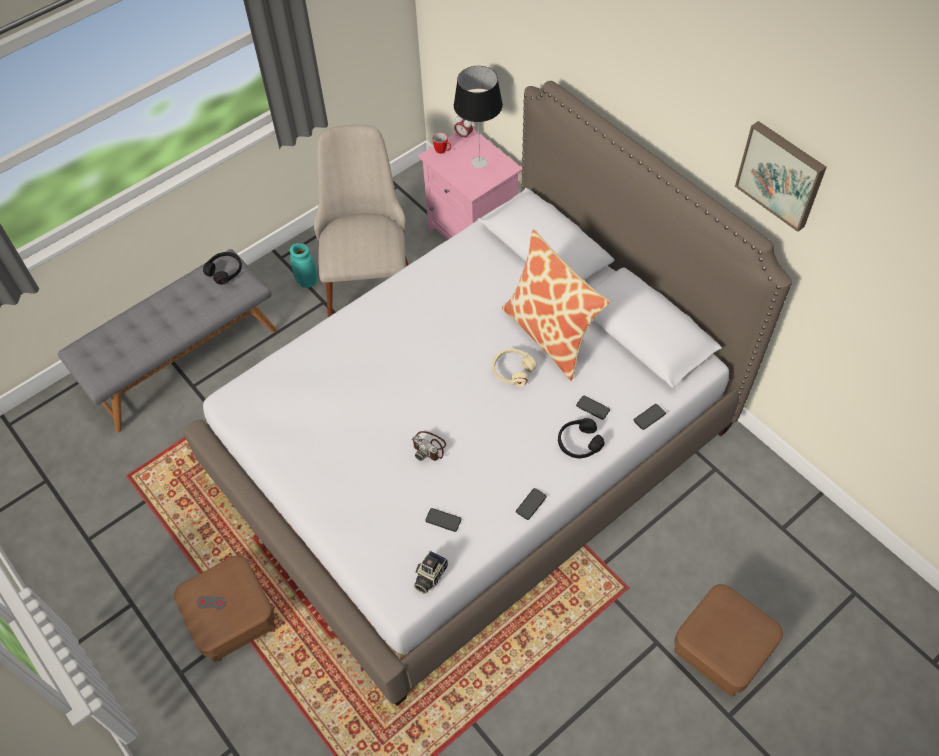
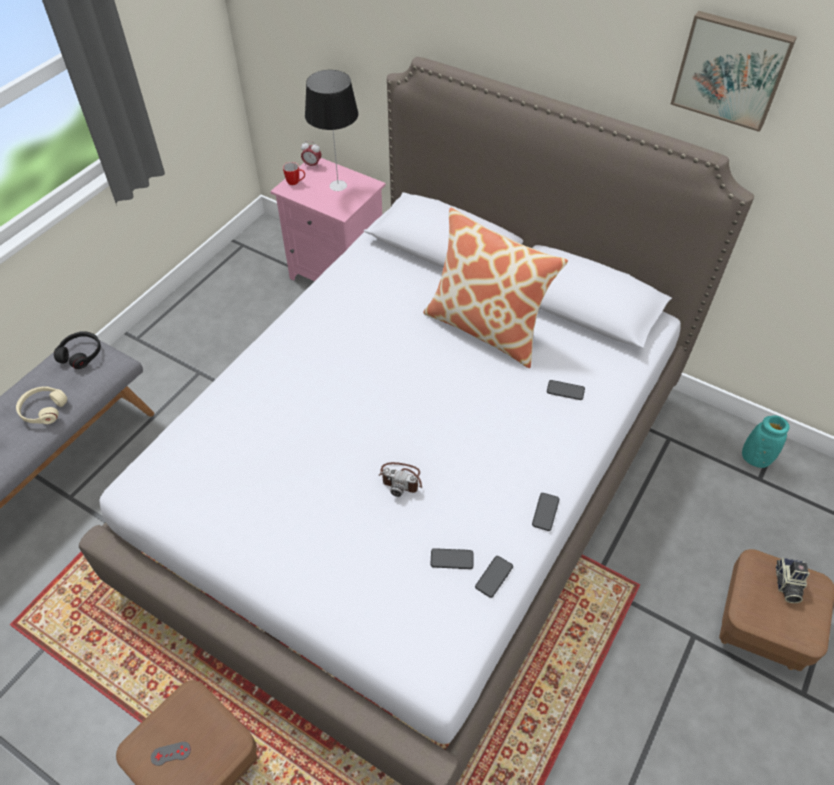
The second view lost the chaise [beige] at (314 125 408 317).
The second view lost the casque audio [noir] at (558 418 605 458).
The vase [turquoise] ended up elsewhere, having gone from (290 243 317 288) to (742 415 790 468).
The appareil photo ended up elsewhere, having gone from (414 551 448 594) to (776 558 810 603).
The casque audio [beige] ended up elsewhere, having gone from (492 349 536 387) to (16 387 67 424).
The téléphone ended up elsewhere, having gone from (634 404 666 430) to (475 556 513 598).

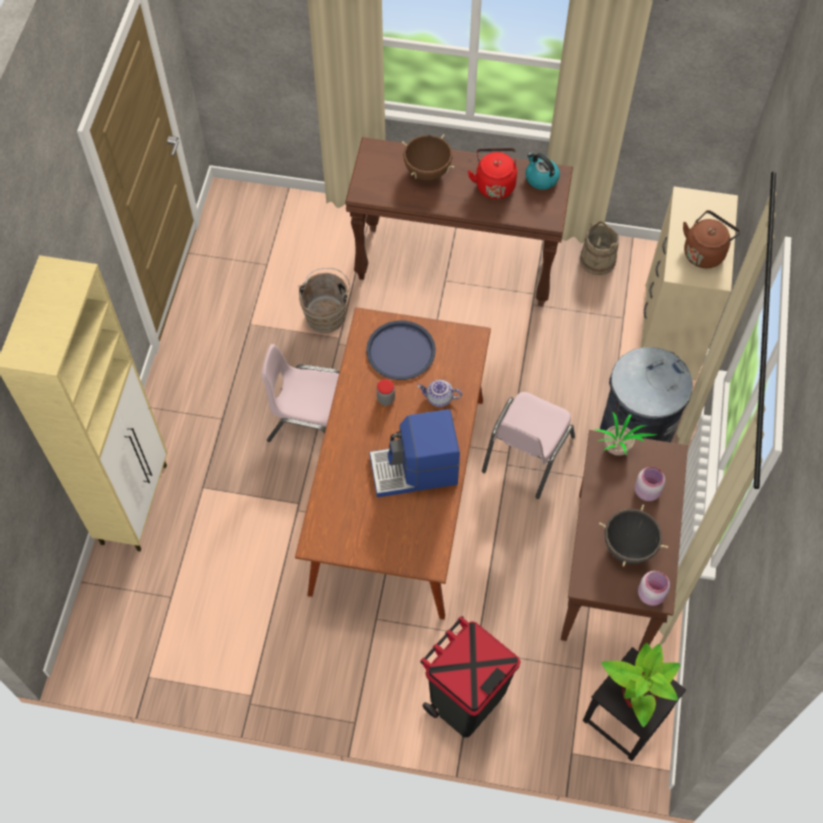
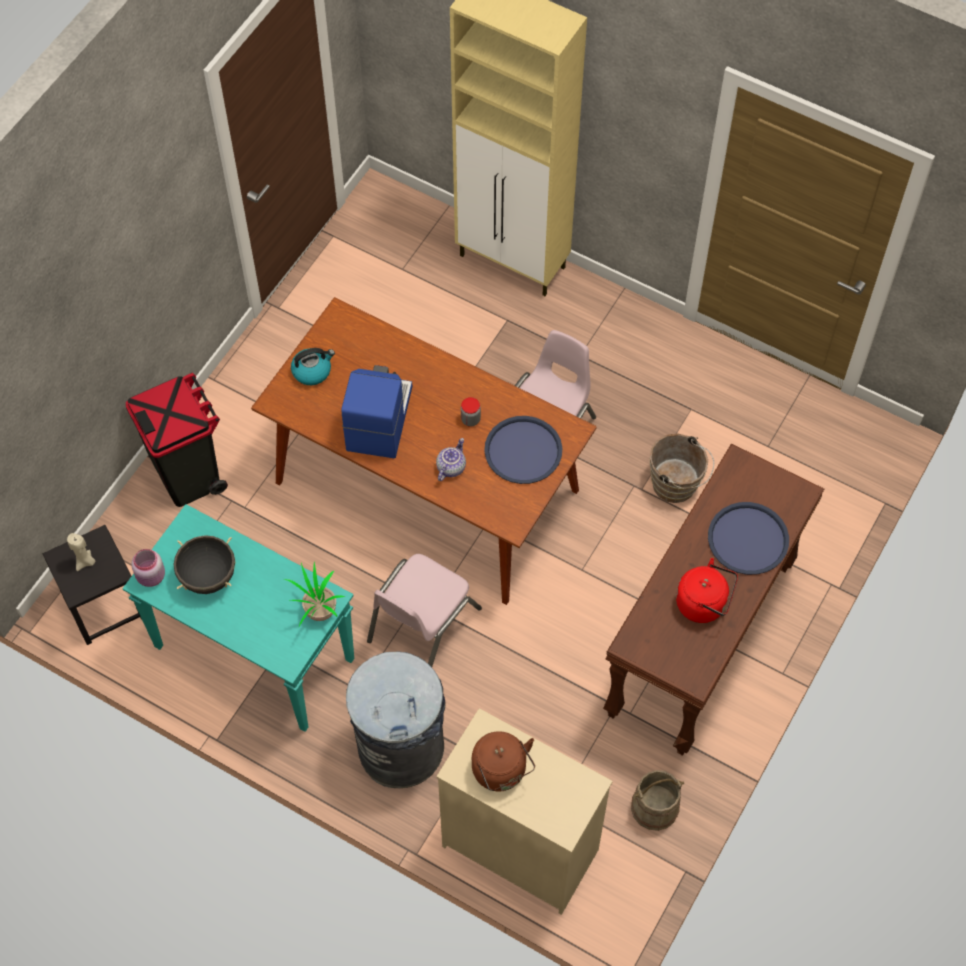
The second view lost the bocal [rose] at (635 467 665 501).
The bouilloire ended up elsewhere, having gone from (525 152 560 190) to (291 348 335 385).
Where the marmite [marron] stood at (402 134 454 180), the plateau [bleu] came to stand at (708 502 789 575).
Where the plante en pot stood at (601 643 680 727), the bougie [beige] came to stand at (67 533 95 571).
What was the table console [marron] at (561 430 688 652) turned into the table console [turquoise] at (122 504 354 732).
The chaise [rose] at (482 392 575 499) ended up facing another way, 105 degrees counterclockwise from before.

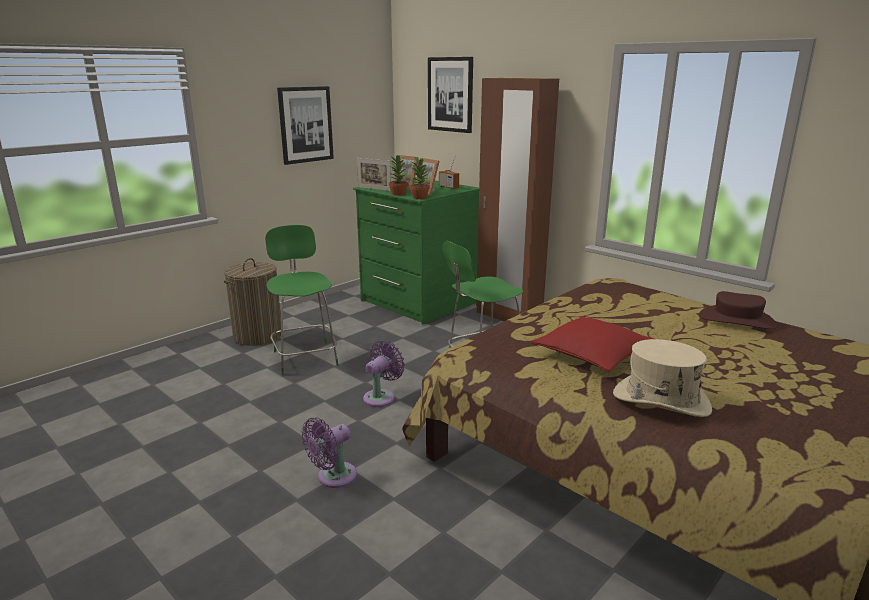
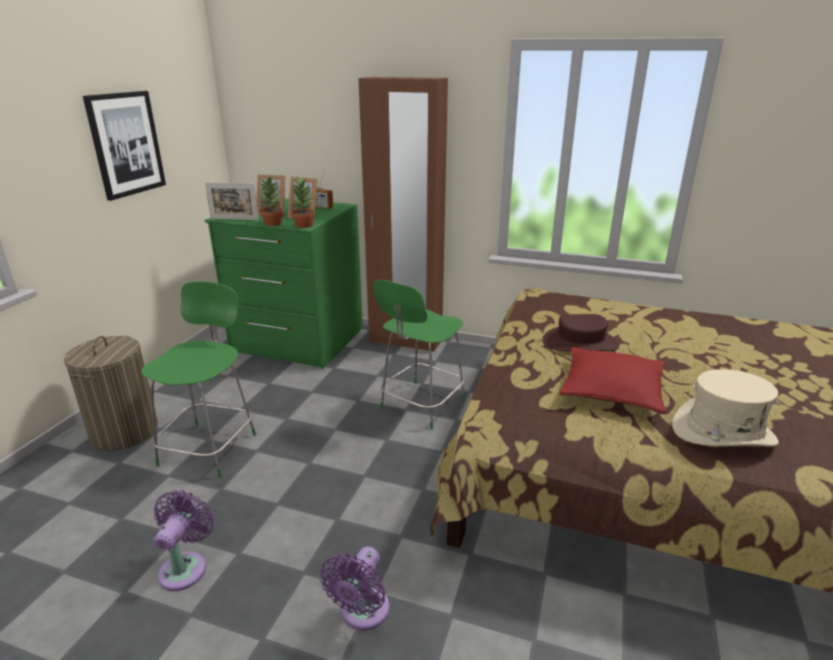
The second view lost the tableau at (428 57 473 133).
The ventilateur [violet] ended up elsewhere, having gone from (363 340 405 407) to (154 490 214 591).
The chapeau [marron] ended up elsewhere, having gone from (699 291 777 329) to (542 314 619 351).
The chaise [vert] at (265 225 339 375) ended up facing another way, 60 degrees clockwise from before.

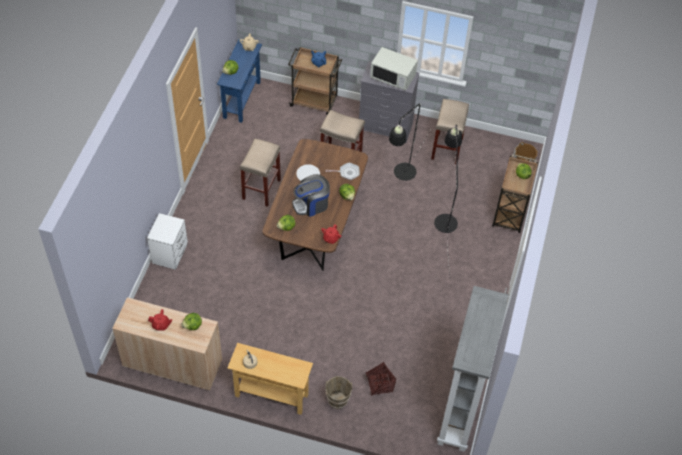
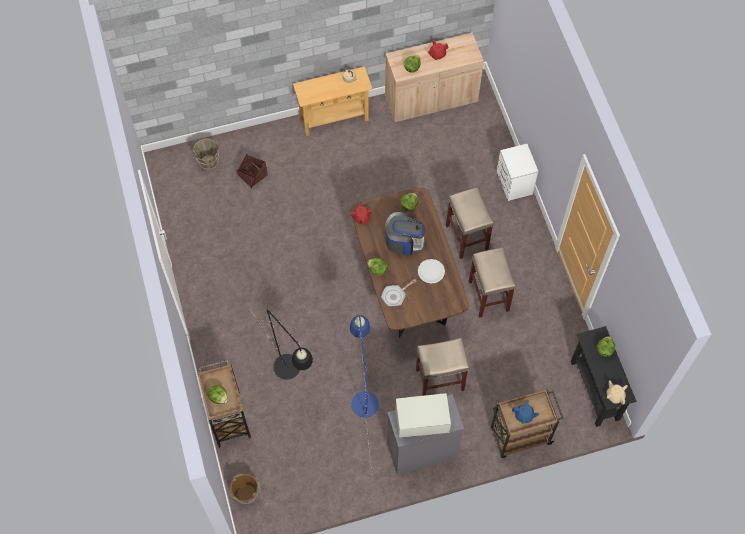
The second view lost the bibliothèque [gris] at (437 286 509 452).
The seau [marron] ended up elsewhere, having gone from (325 376 352 409) to (193 139 219 171).
The tabouret [beige] ended up elsewhere, having gone from (431 99 469 164) to (446 187 494 259).
What was the table console [bleu] at (217 39 262 123) turned into the table console [noir] at (571 326 636 427).
What was the lampadaire [noir] at (389 104 430 181) turned into the lampadaire [bleu] at (350 315 379 479).
The machine à café at (292 174 330 217) ended up facing another way, 60 degrees clockwise from before.

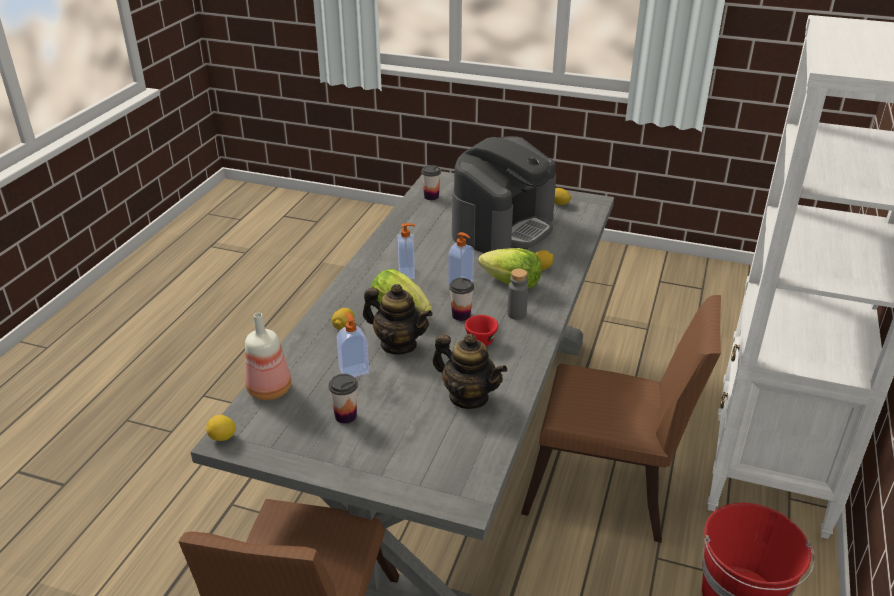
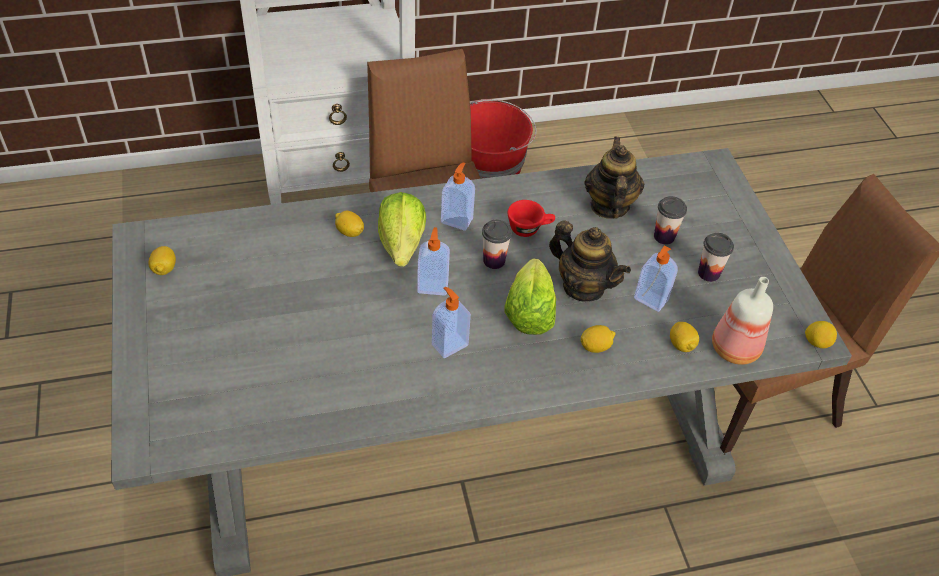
The second view lost the machine à café at (452 136 556 253).
The second view gained the citron at (670 322 699 352).
The tasse ended up elsewhere, having gone from (421 165 441 200) to (654 196 687 245).
Where the bouteille [gris] stood at (507 269 528 320), the distributeur de savon came to stand at (441 162 475 231).
The théière at (363 284 433 355) ended up facing another way, 135 degrees clockwise from before.

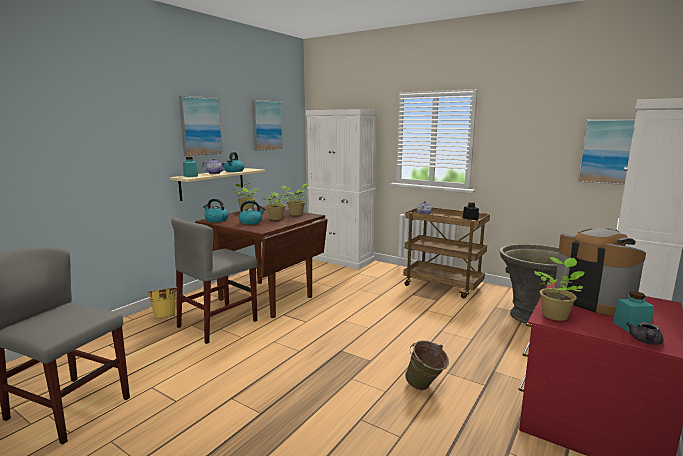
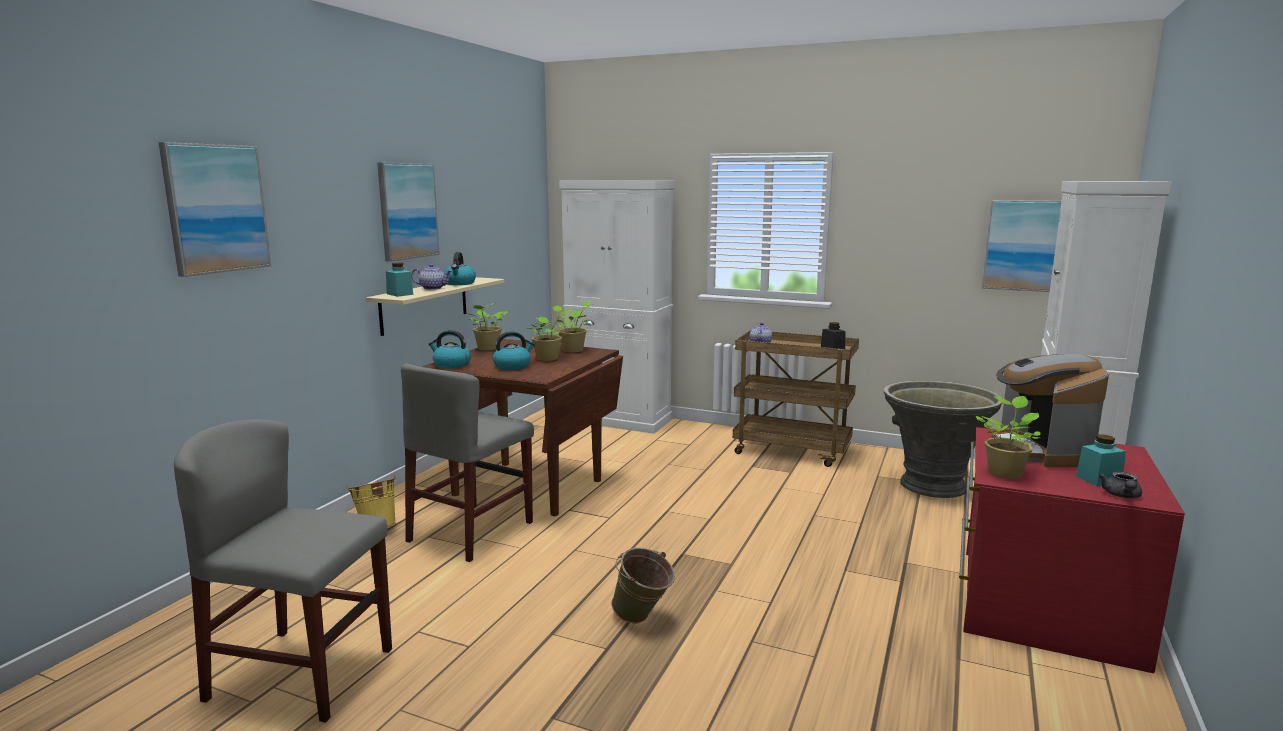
The tableau ended up elsewhere, having gone from (252 100 283 151) to (158 142 271 277).
The seau [vert] ended up elsewhere, having gone from (405 340 449 390) to (611 547 675 623).
The machine à café at (554 228 646 316) ended up facing another way, 135 degrees counterclockwise from before.

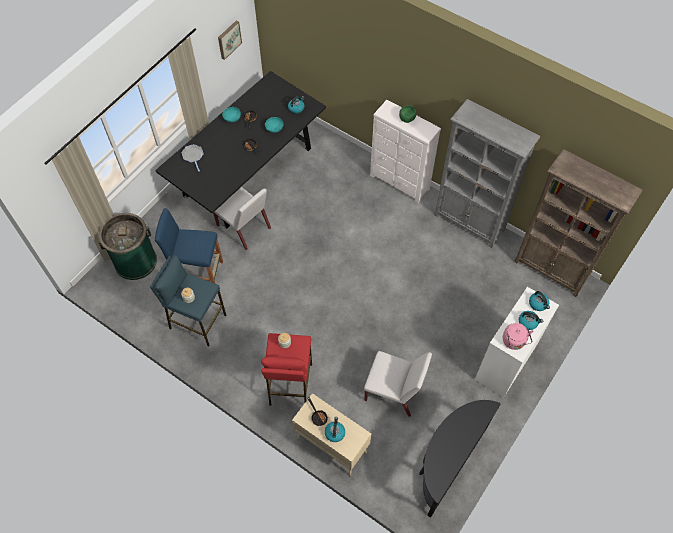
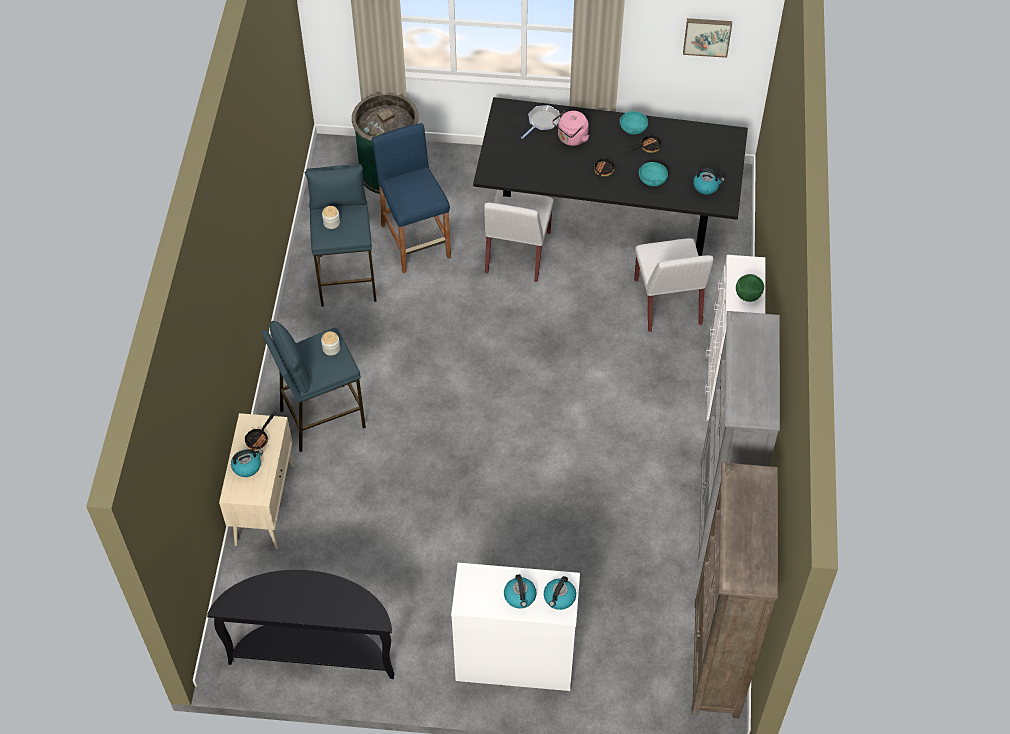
The chaise [blanc] ended up elsewhere, having gone from (364 351 432 417) to (634 238 713 332).
The bouilloire [rose] ended up elsewhere, having gone from (503 323 533 350) to (552 111 589 146).
What was the tabouret [rouge] at (261 333 312 406) turned into the tabouret [bleu] at (262 321 366 452).

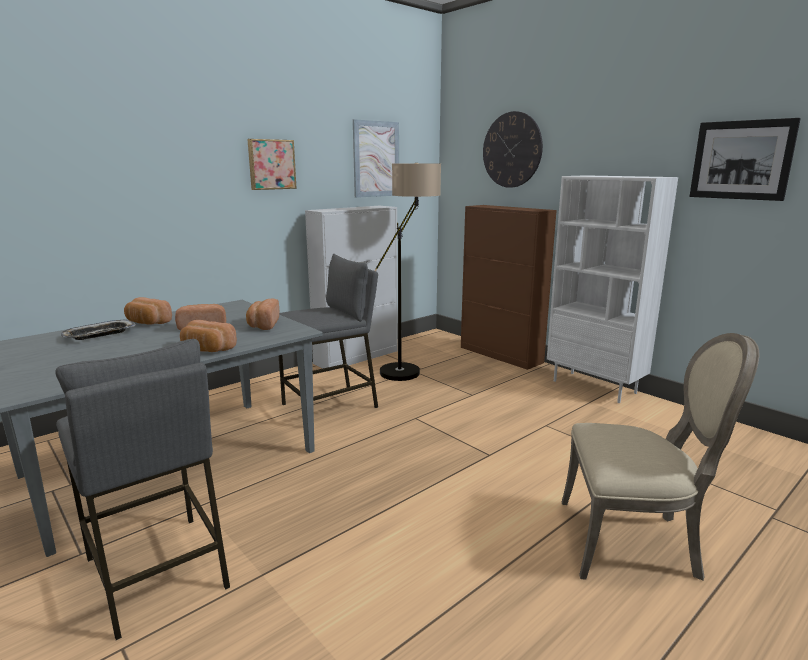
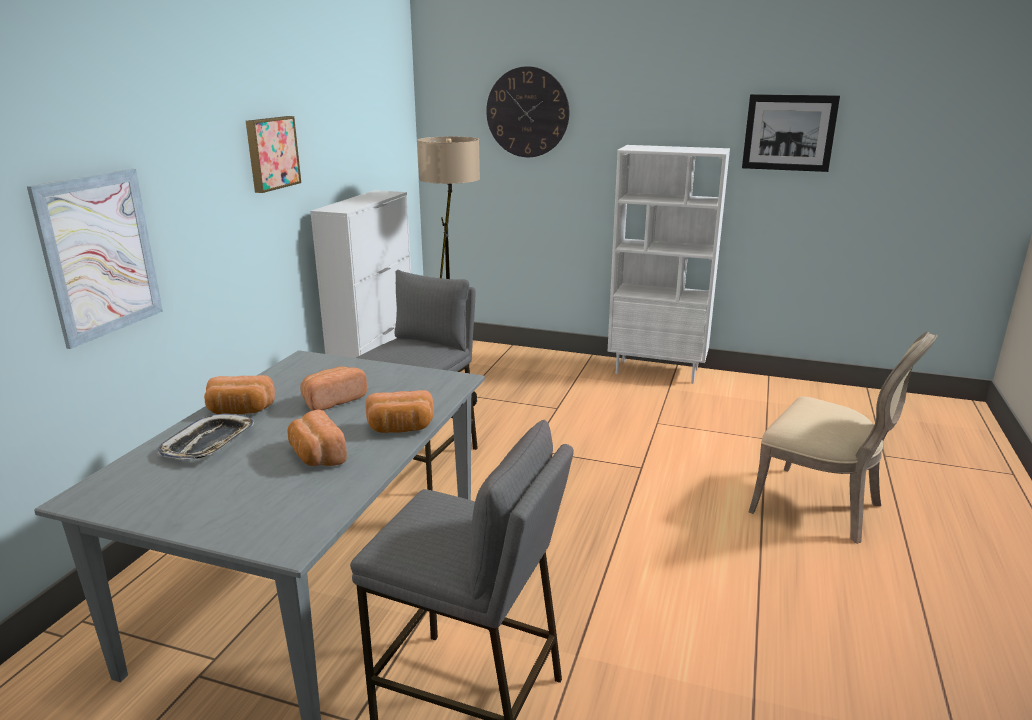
The second view lost the meuble de rangement [marron] at (461 205 557 370).
The pain ended up elsewhere, having gone from (246 299 279 330) to (287 410 347 466).
The tableau ended up elsewhere, having gone from (353 119 399 198) to (27 169 163 349).
The chaise [beige] at (562 333 759 580) ended up facing another way, 60 degrees clockwise from before.

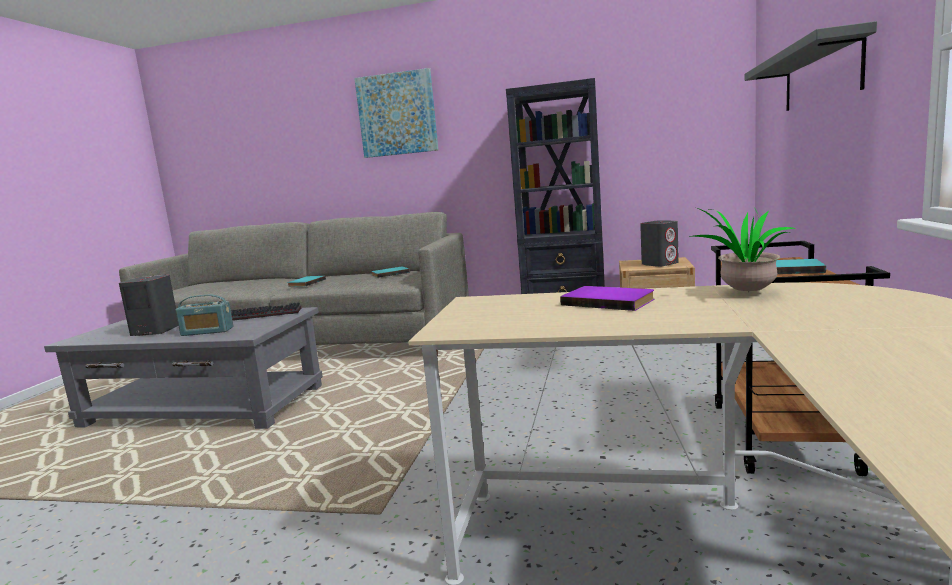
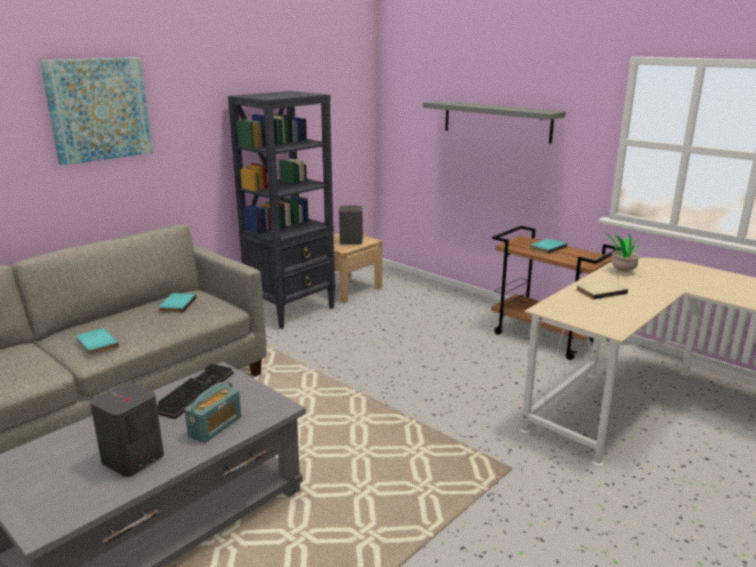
What was the livre [violet] at (560 286 654 311) turned into the livre [beige] at (576 280 628 300).

